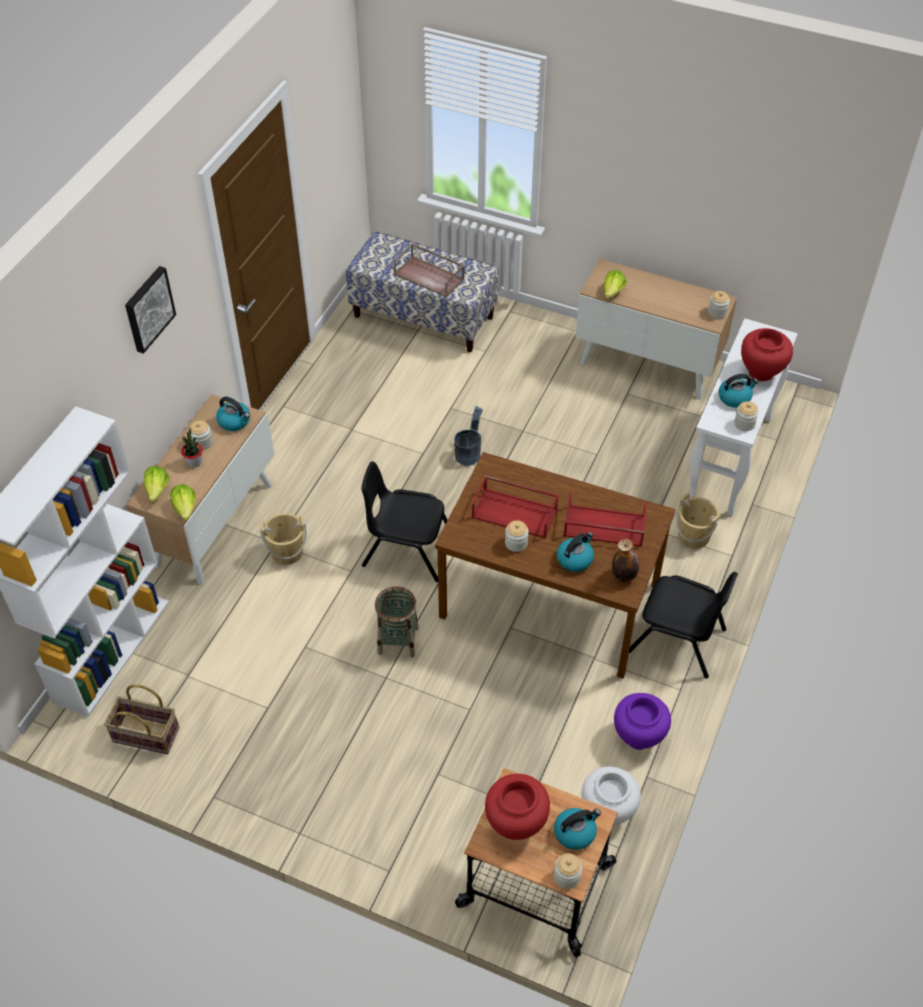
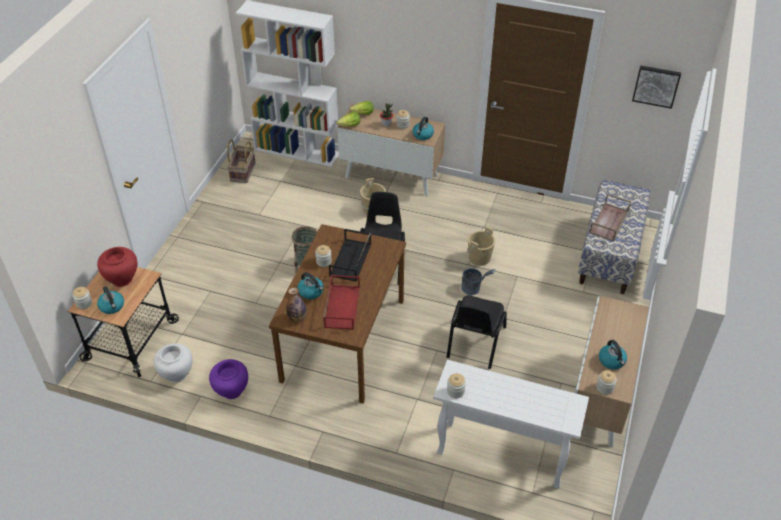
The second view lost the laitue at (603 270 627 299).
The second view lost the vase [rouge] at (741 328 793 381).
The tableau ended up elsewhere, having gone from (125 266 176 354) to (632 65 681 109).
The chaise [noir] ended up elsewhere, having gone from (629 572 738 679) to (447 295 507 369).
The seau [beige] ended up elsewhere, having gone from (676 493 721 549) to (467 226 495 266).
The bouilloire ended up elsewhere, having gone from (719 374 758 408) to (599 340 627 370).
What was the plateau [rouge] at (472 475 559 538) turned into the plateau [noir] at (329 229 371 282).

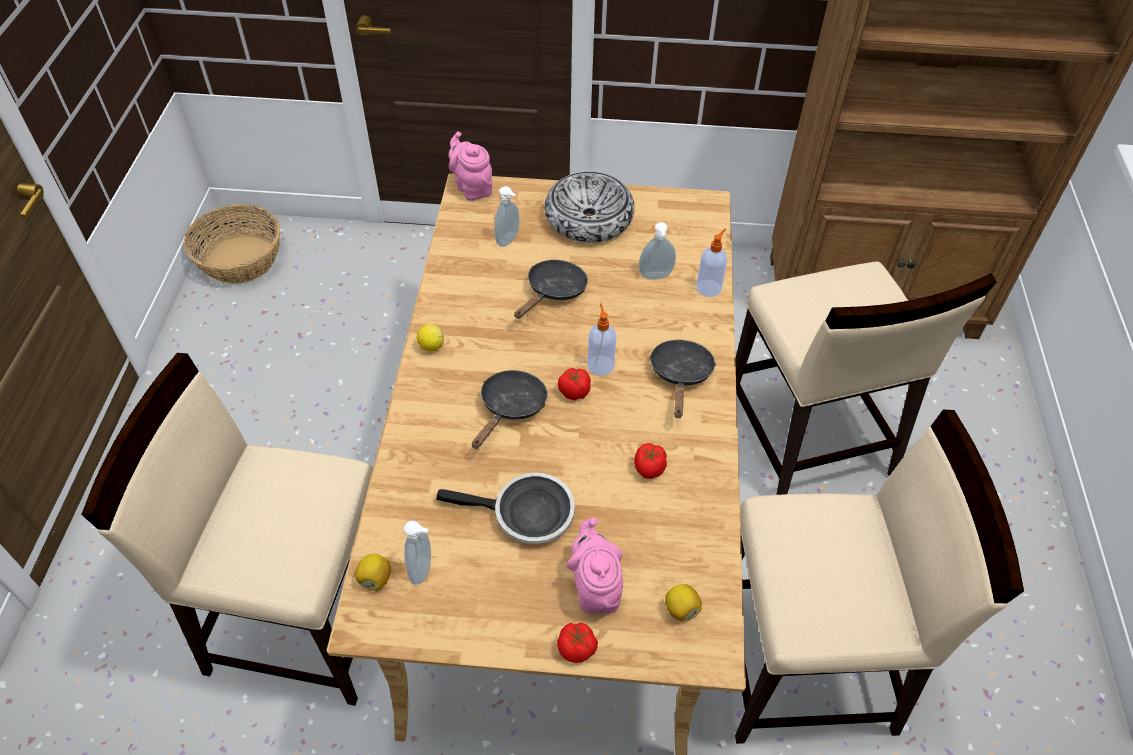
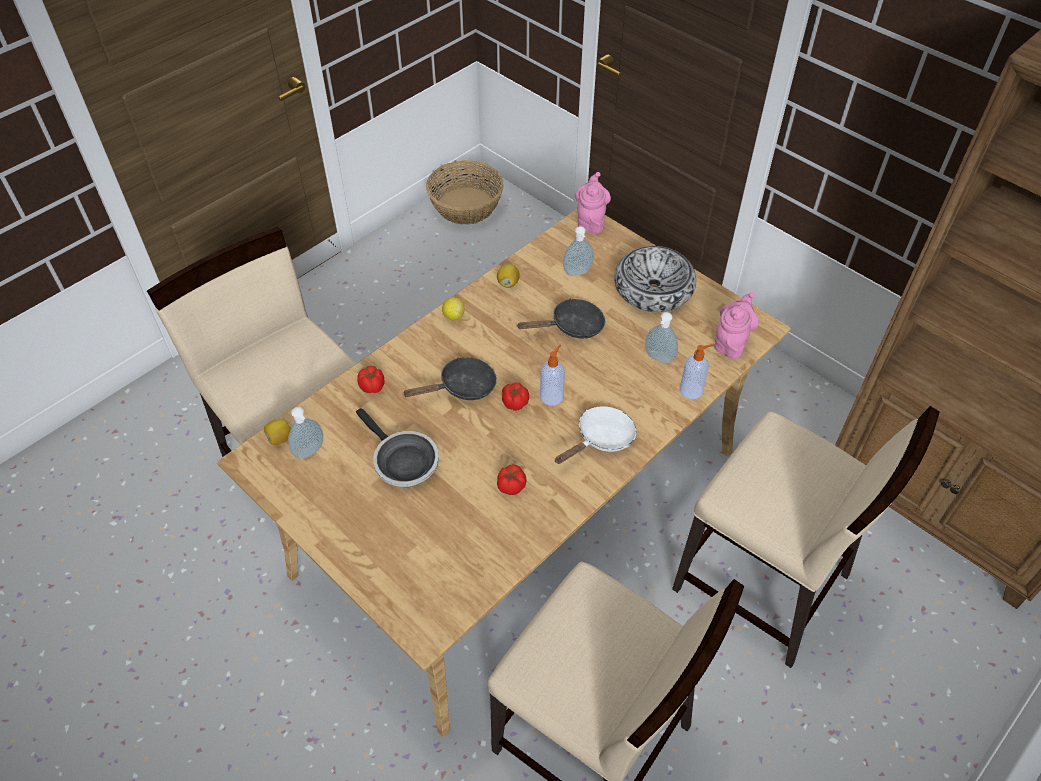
The tomate ended up elsewhere, having gone from (557 623 598 663) to (357 366 384 393).
The théière [rose] ended up elsewhere, having gone from (566 518 623 614) to (714 292 759 359).
The citron ended up elsewhere, having gone from (665 584 702 621) to (497 264 520 288).
What was the poêle [noir] at (649 340 717 418) turned into the poêle [blanc] at (555 406 637 464).
The chaise [beige] at (735 261 997 495) ended up facing another way, 75 degrees counterclockwise from before.

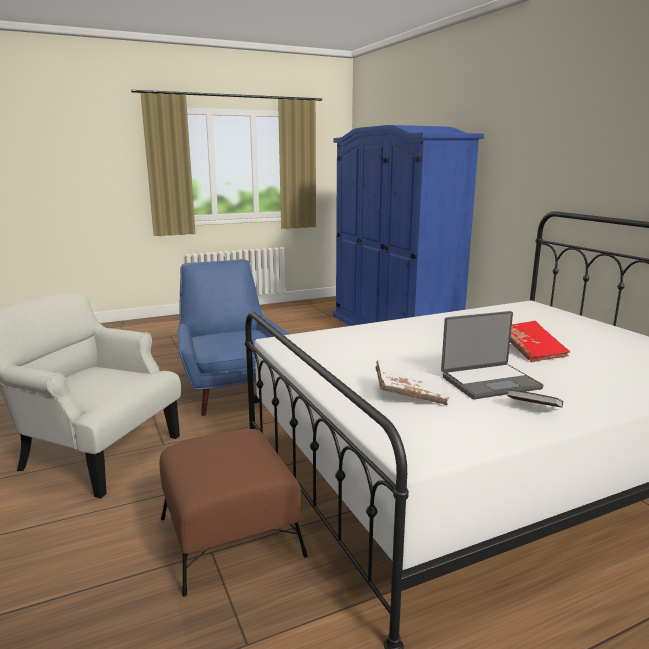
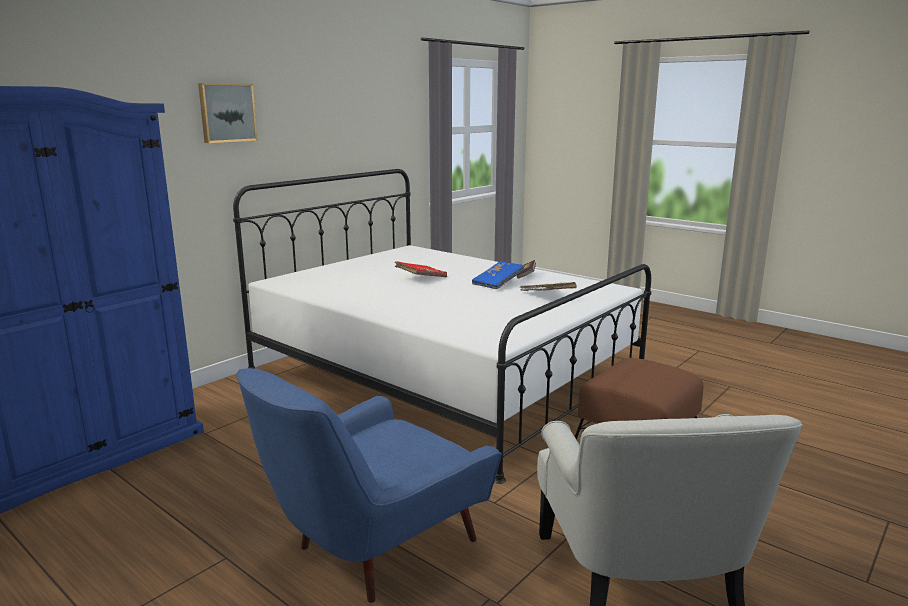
The second view gained the tableau at (198 83 258 143).
Where the ordinateur portable stood at (441 311 544 399), the livre [bleu] came to stand at (472 261 525 289).

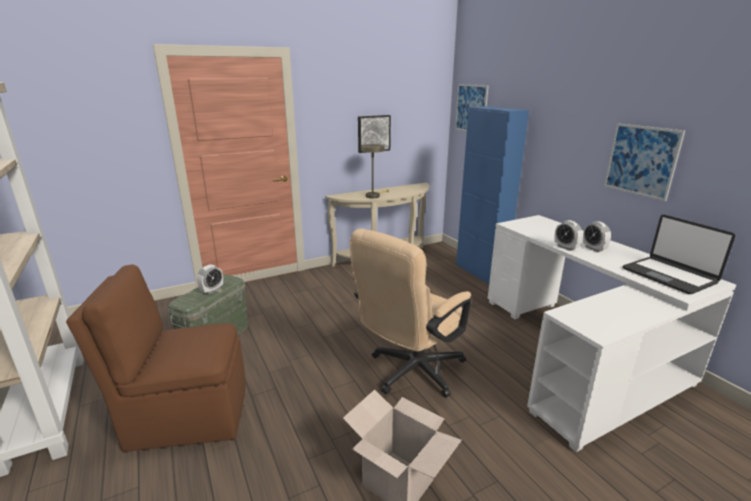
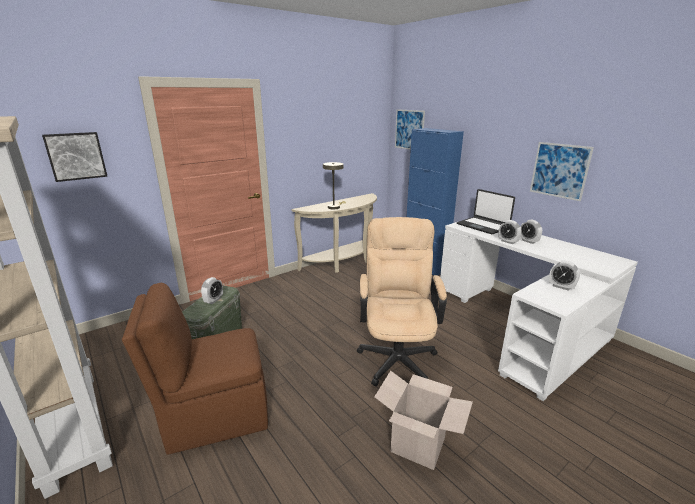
The second view gained the réveil at (549 260 580 291).
The tableau ended up elsewhere, having gone from (358 115 391 153) to (42 132 108 182).
The ordinateur portable ended up elsewhere, having gone from (622 215 735 294) to (457 189 515 234).
The chaise de bureau [beige] at (350 229 471 398) ended up facing another way, 150 degrees clockwise from before.

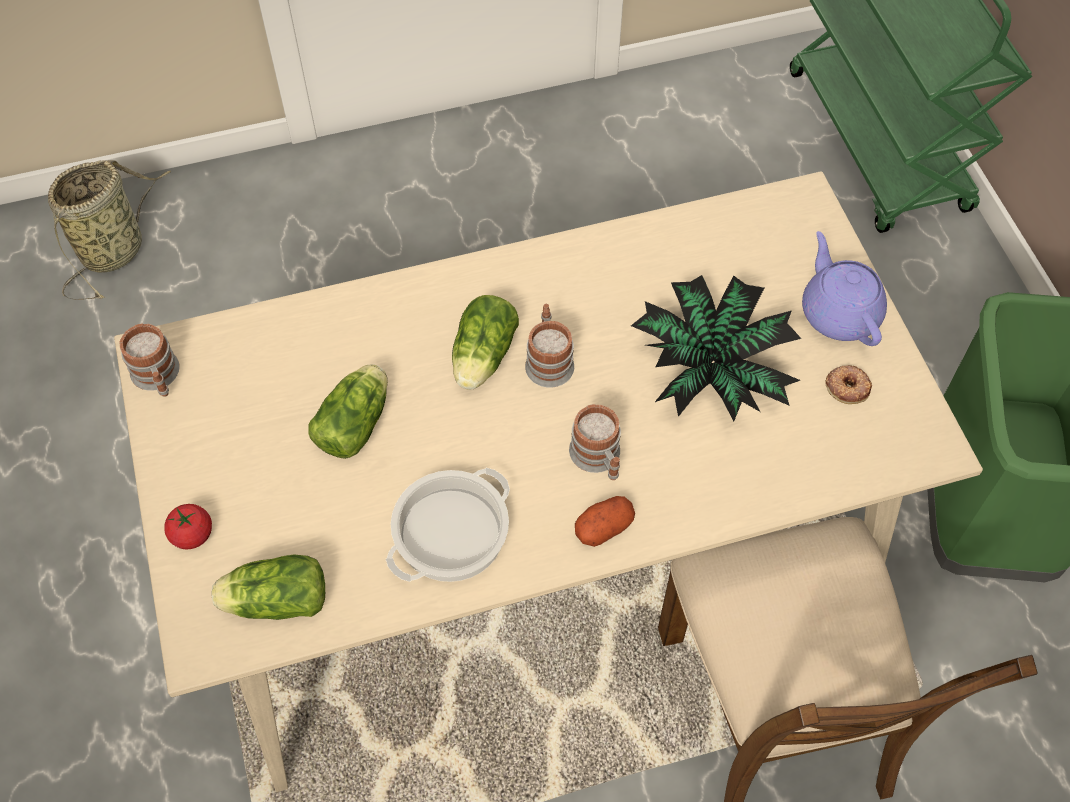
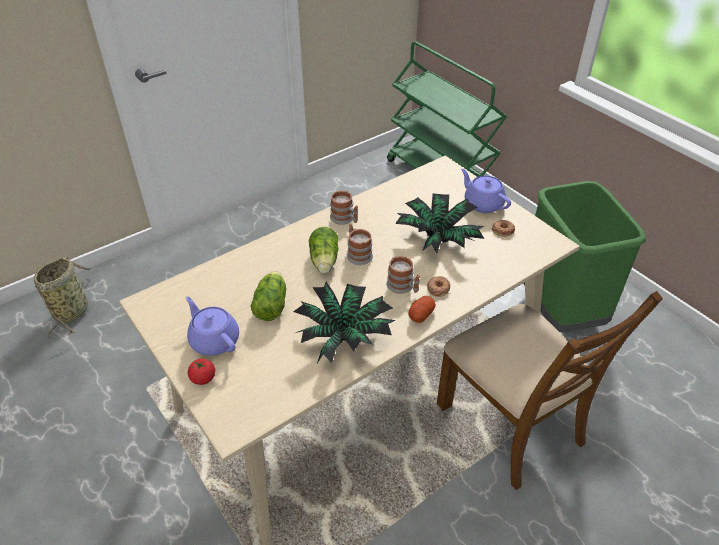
The second view lost the laitue at (212 554 325 620).
The second view gained the théière [violet] at (186 297 239 356).
The second view gained the beignet at (427 276 450 297).
The mug ended up elsewhere, having gone from (119 323 180 397) to (330 191 358 225).
Where the marmite stood at (386 468 510 582), the plante en pot came to stand at (293 282 396 363).

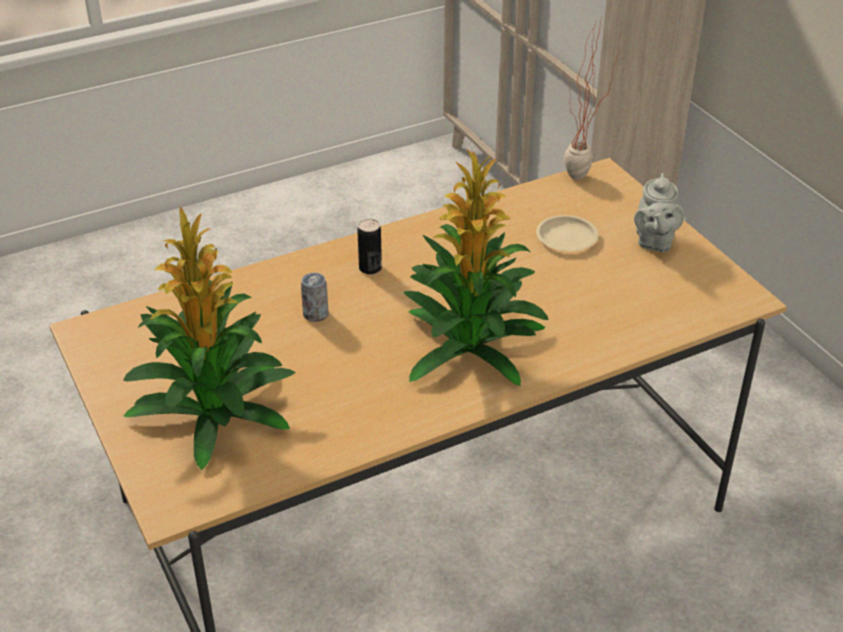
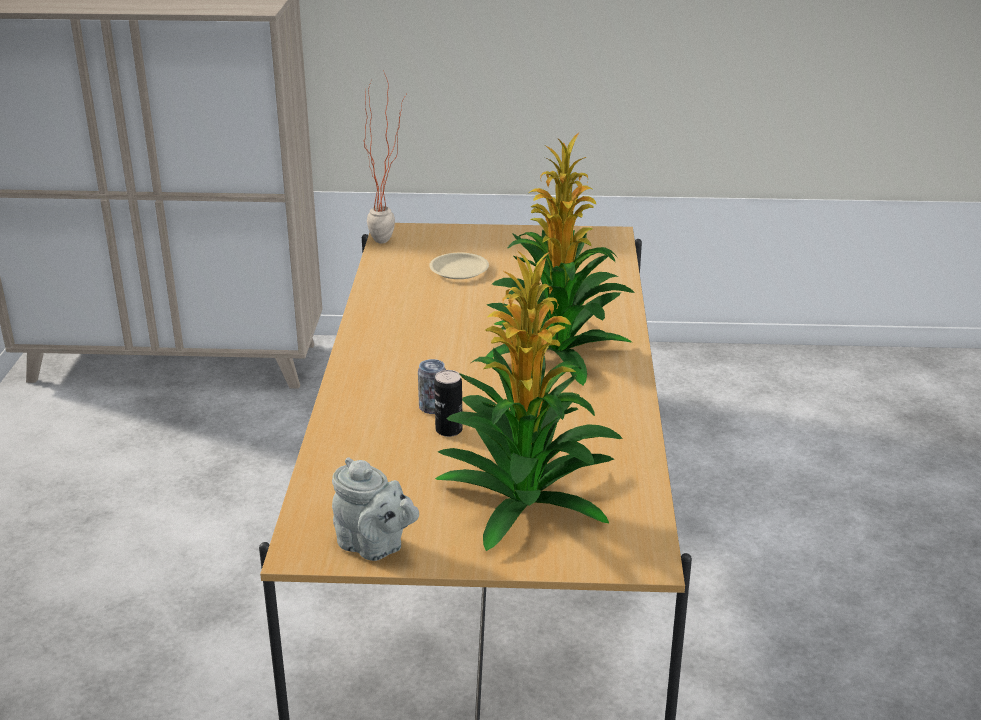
The boîte métallique ended up elsewhere, having gone from (357 219 382 274) to (434 370 463 437).
The théière [gris] ended up elsewhere, having gone from (634 173 684 252) to (332 457 419 561).

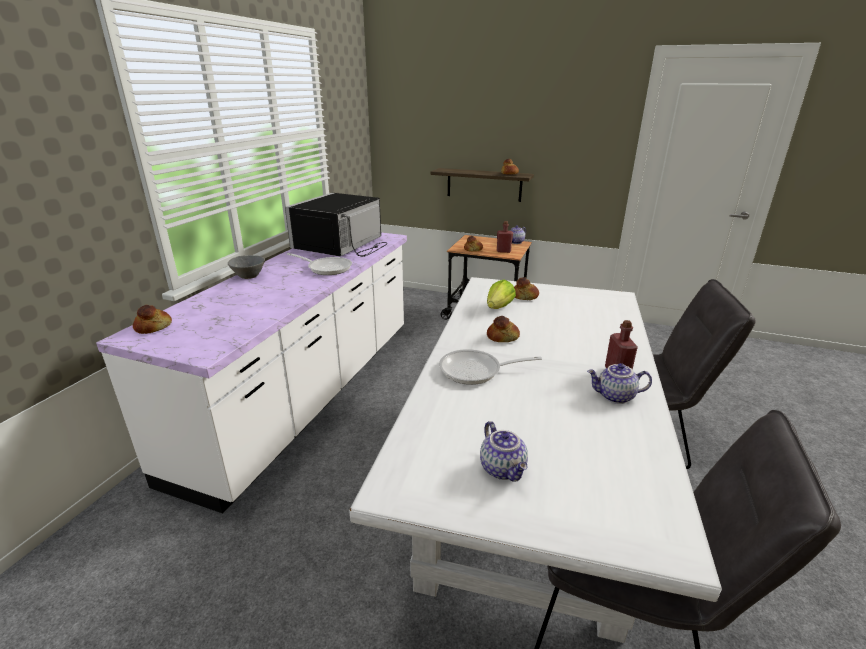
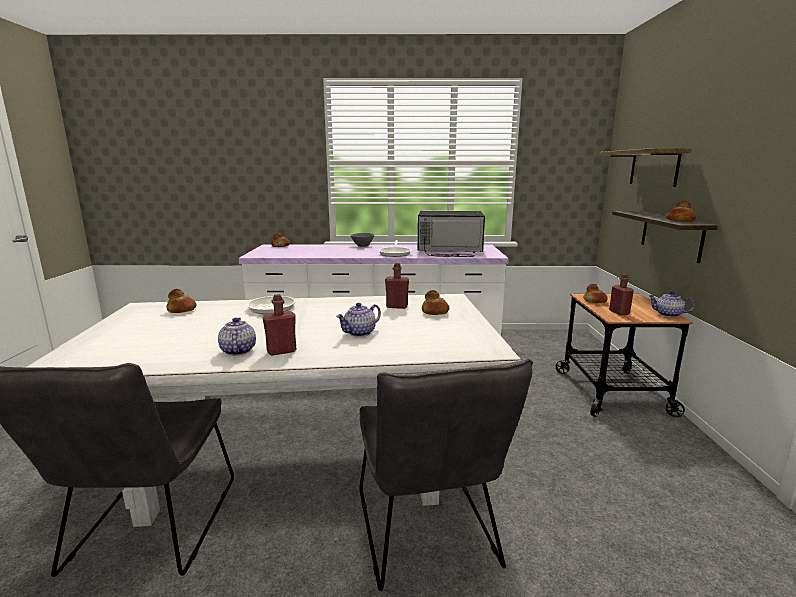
The second view gained the étagère at (600 148 691 187).
The théière ended up elsewhere, having gone from (480 421 528 481) to (336 303 381 337).
The pain ended up elsewhere, having gone from (487 316 520 342) to (166 289 197 313).
Where the laitue stood at (487 280 516 309), the bouteille [rouge] came to stand at (385 263 409 309).

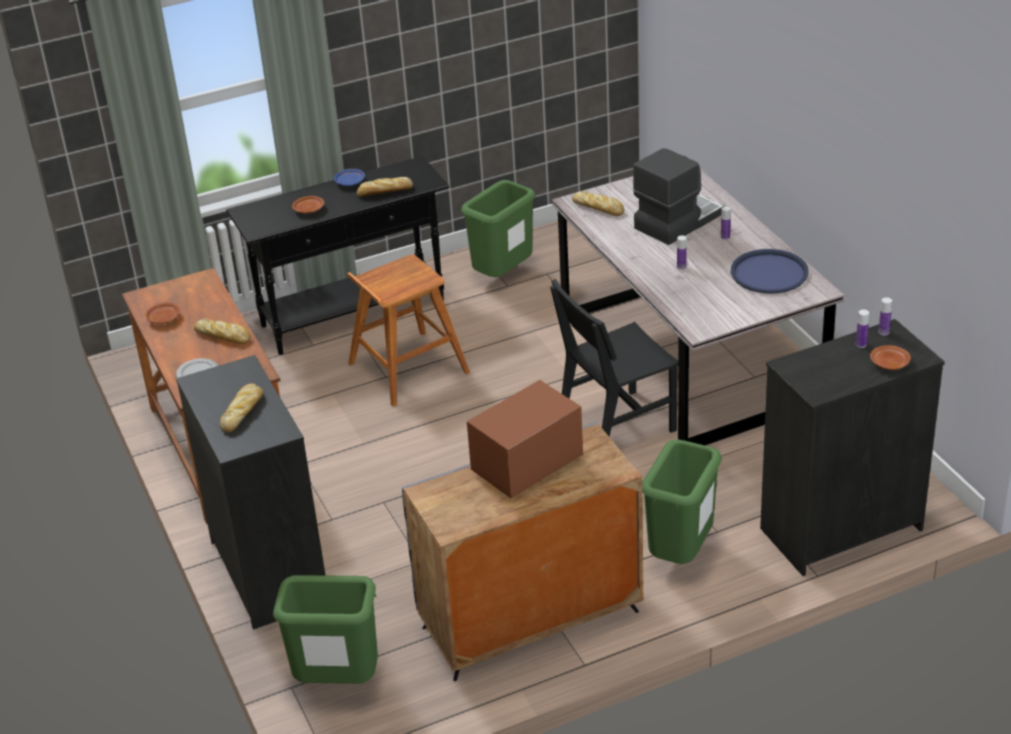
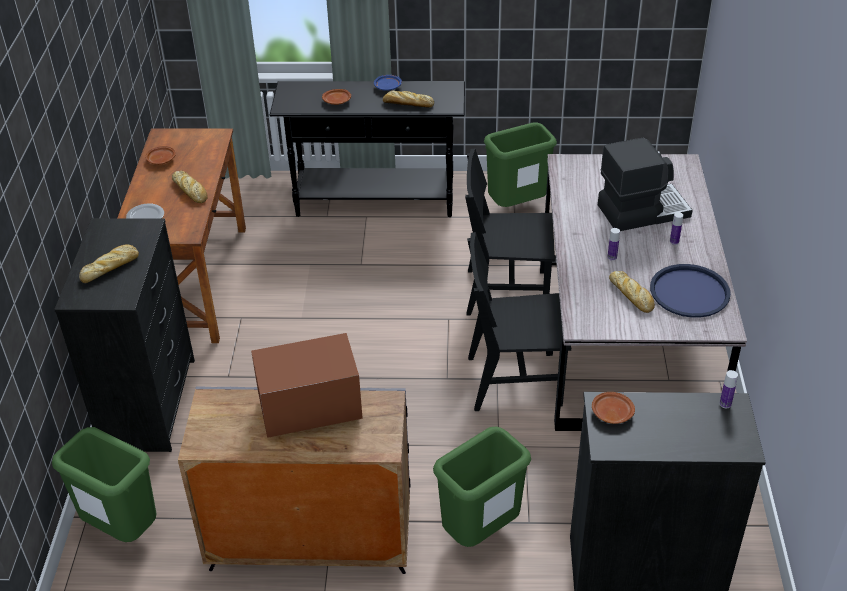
The second view lost the tabouret [marron] at (347 254 470 407).
The second view lost the bouteille at (856 309 869 348).
The second view gained the chaise [noir] at (465 149 555 316).
The pain ended up elsewhere, having gone from (572 191 624 216) to (609 271 655 313).
The assiette [marron] ended up elsewhere, having gone from (870 345 911 370) to (592 392 635 424).

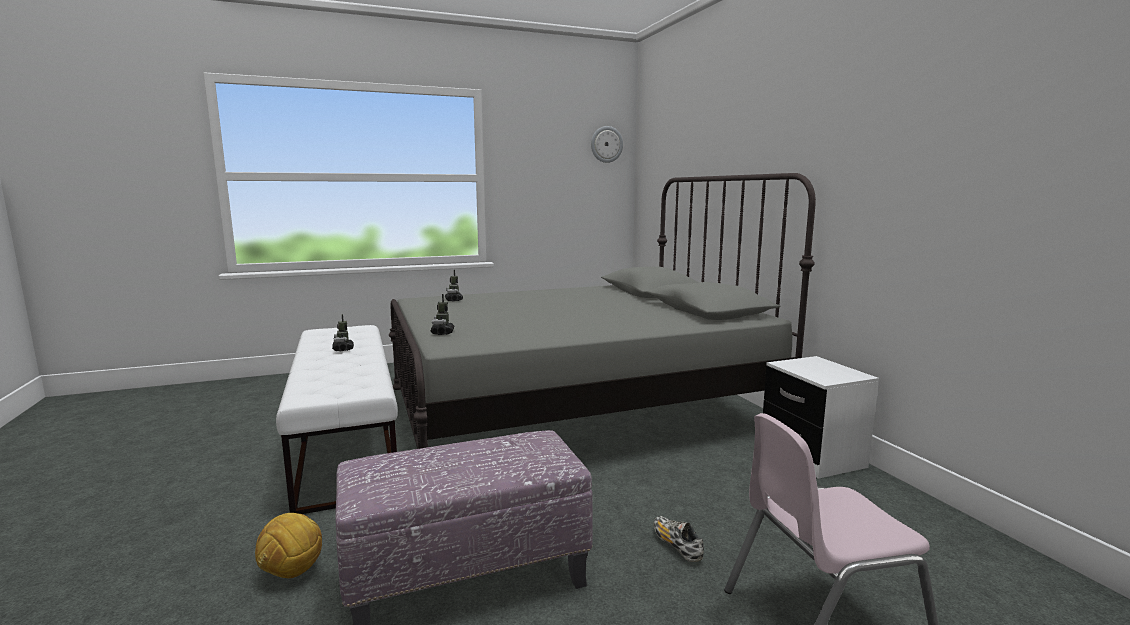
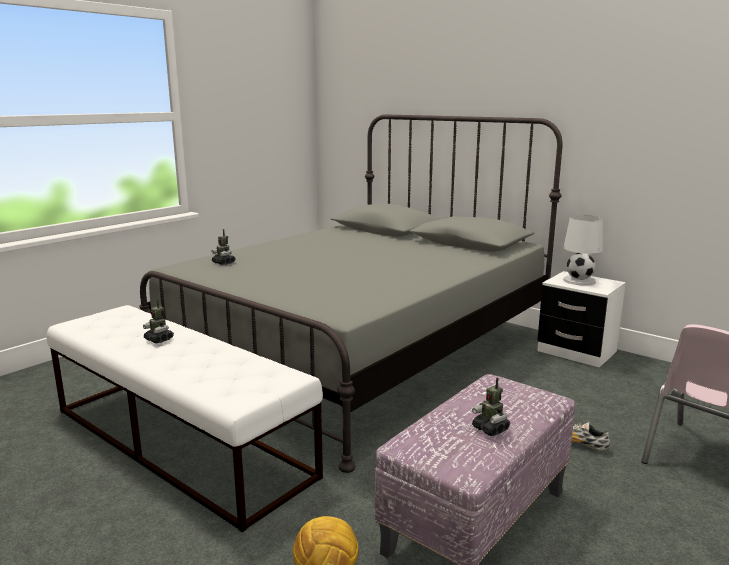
The second view lost the horloge murale at (591 126 623 163).
The second view gained the lampe de table [blanc] at (563 215 603 286).
The robot jouet ended up elsewhere, having gone from (431 294 454 335) to (472 377 510 436).

